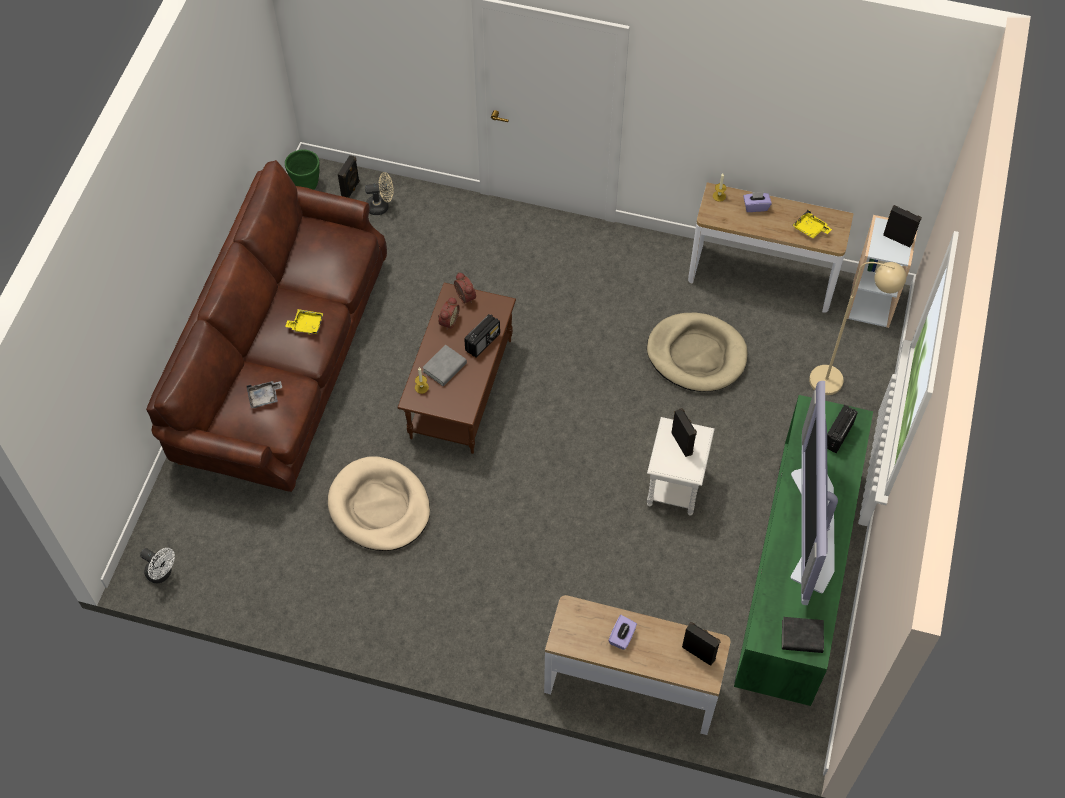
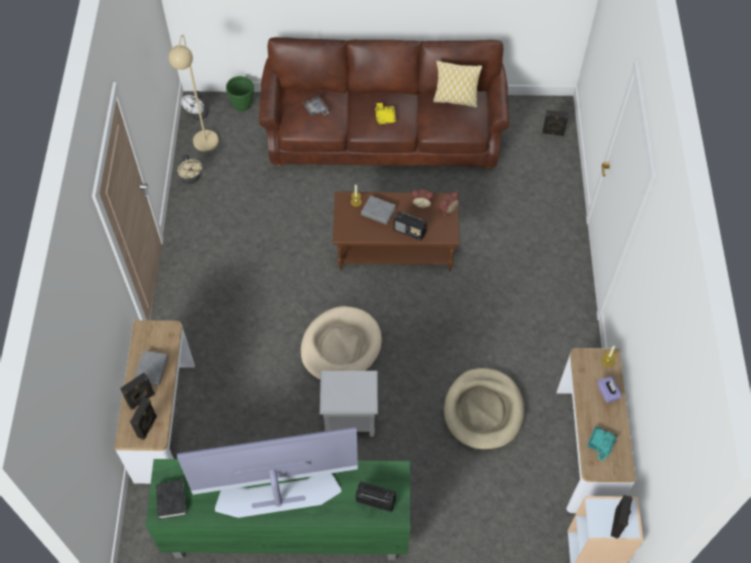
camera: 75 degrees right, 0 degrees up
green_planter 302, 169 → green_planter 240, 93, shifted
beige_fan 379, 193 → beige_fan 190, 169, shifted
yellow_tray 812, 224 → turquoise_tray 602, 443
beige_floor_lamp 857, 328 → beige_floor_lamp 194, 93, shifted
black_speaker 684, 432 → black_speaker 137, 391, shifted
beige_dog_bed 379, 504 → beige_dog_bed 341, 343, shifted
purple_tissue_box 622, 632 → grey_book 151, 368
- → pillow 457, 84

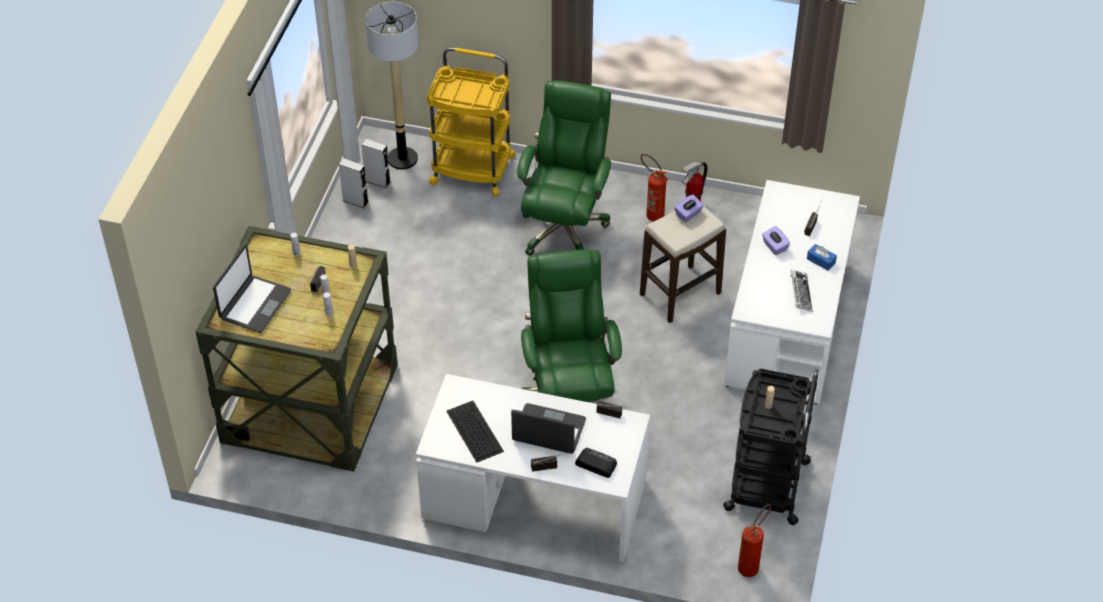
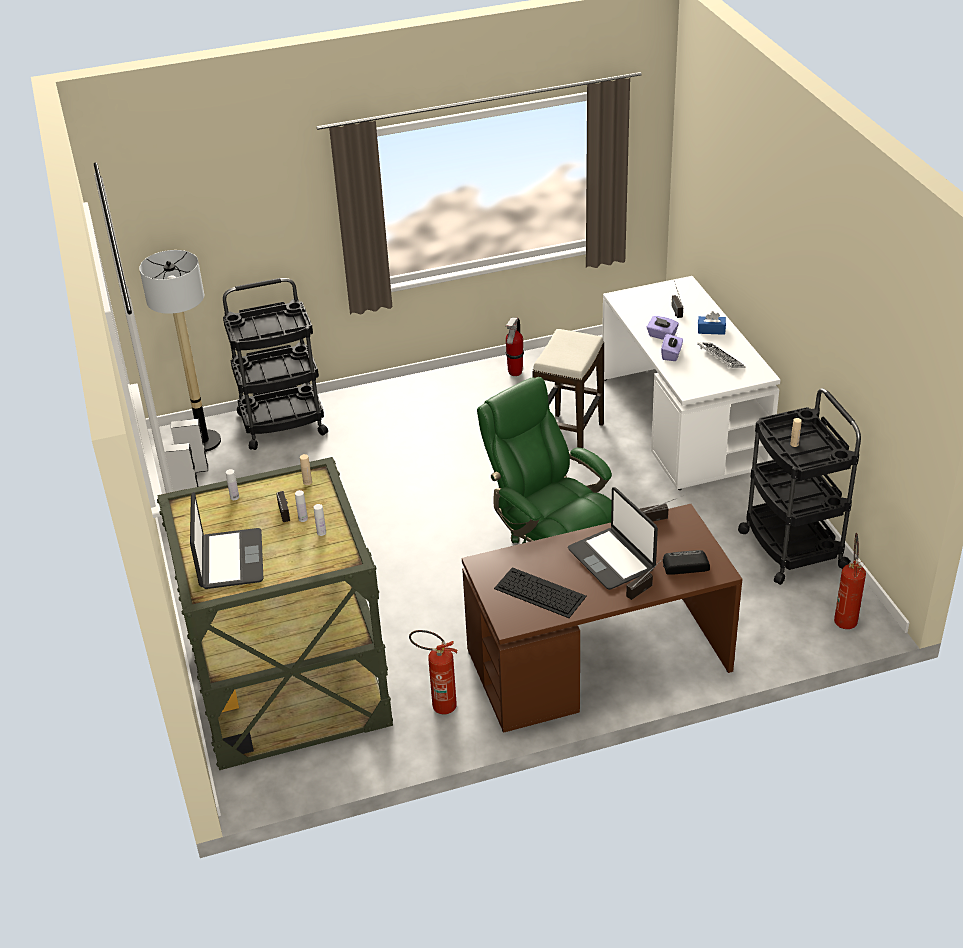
camera: 30 degrees left, 10 degrees down
yellow_cart 471, 122 → black_cart 275, 364
green_office_chair 564, 168 → -
fire_extinguisher 655, 188 → fire_extinguisher 433, 672, shifted
purple_tissue_box 689, 208 → purple_tissue_box 672, 347, shifted
white_desk 533, 468 → brown_desk 602, 618
laptop 548, 428 → laptop 613, 538, 105 degrees counterclockwise

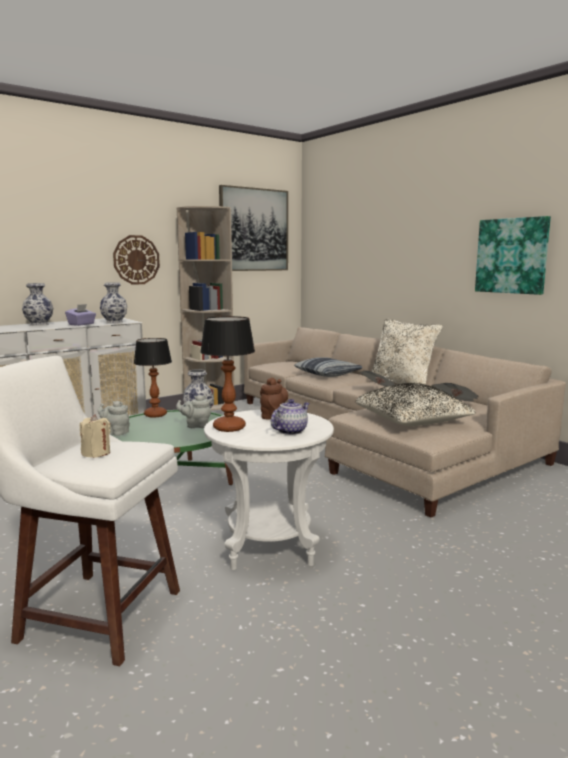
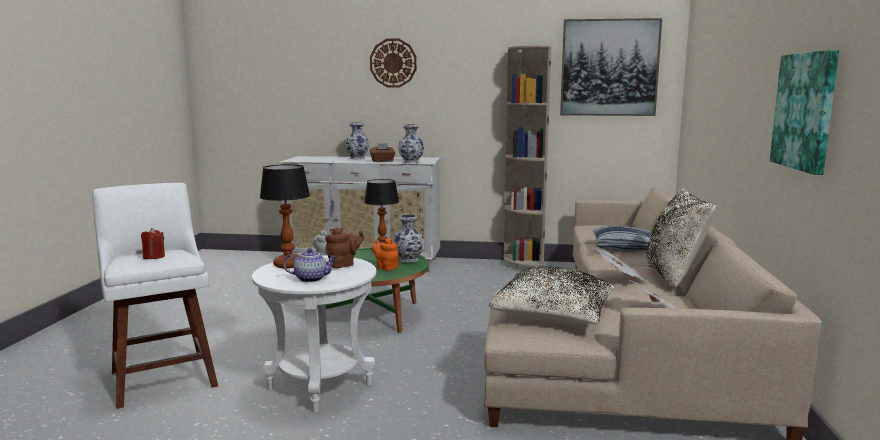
camera: 45 degrees right, 0 degrees up
wall_clock 136, 260 → wall_clock 393, 63, shifted
purple_tissue_box 80, 315 → brown_tissue_box 382, 152
grey_teapot 193, 411 → orange_teapot 385, 254
beige_candle 95, 436 → red_candle 153, 243

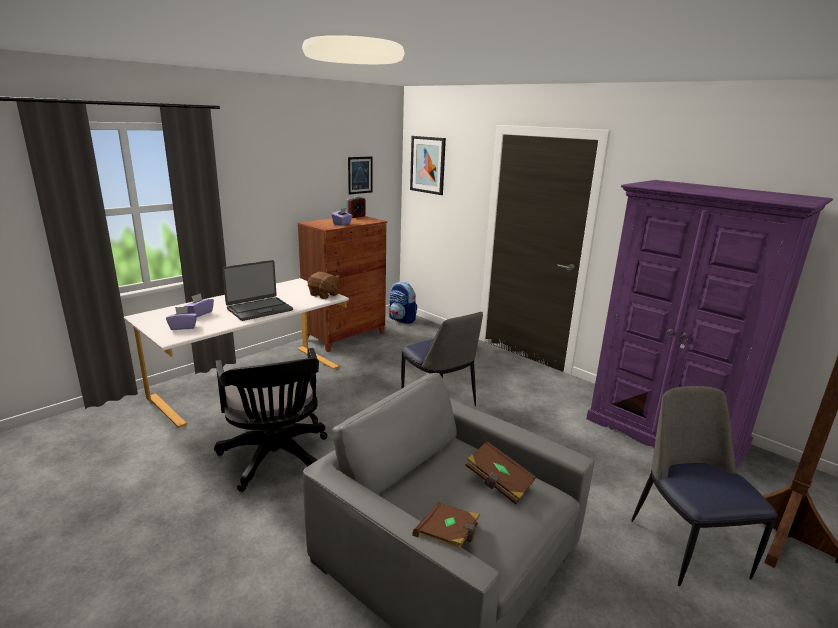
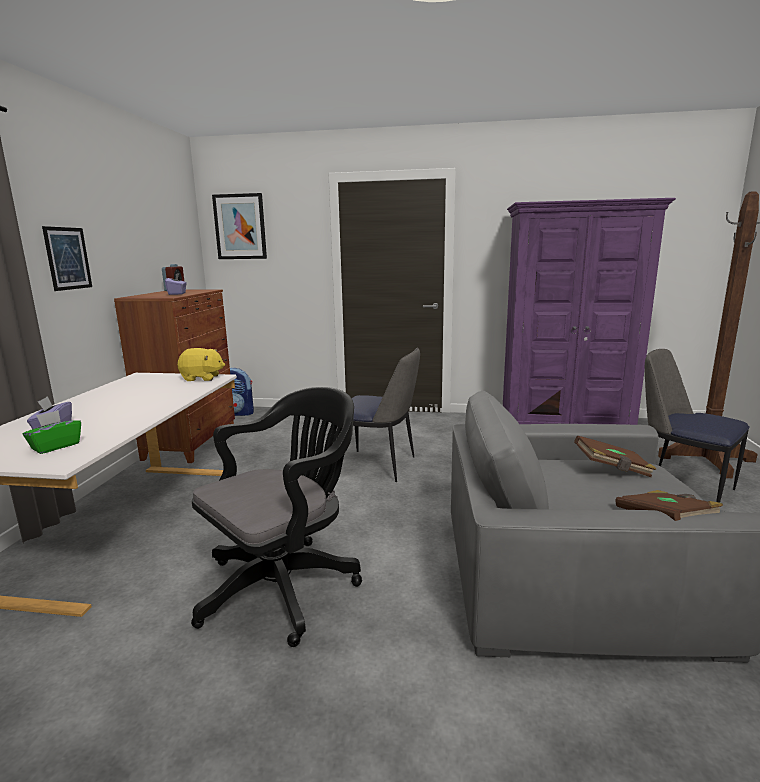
camera: 35 degrees left, 5 degrees down
picture 360, 175 → picture 67, 258, shifted
laptop 257, 290 → -
brown_plush_toy 324, 285 → yellow_plush_toy 201, 364
purple_tissue_box 181, 318 → green_tissue_box 52, 432
black_office_chair 270, 420 → black_office_chair 276, 517, 75 degrees counterclockwise

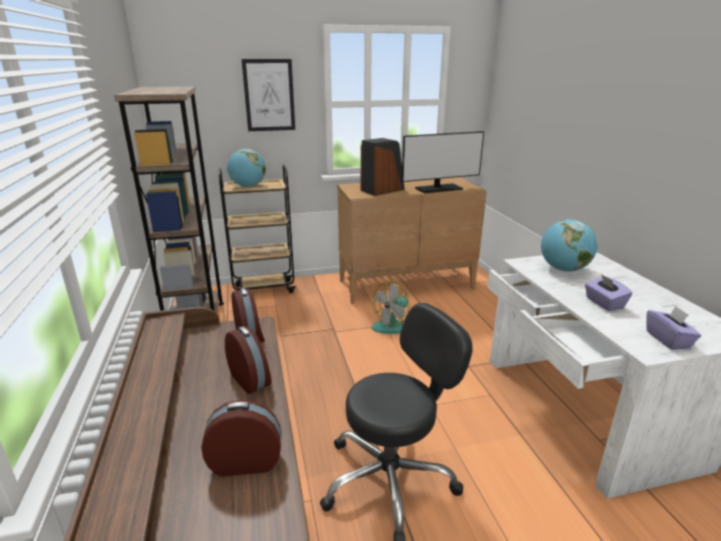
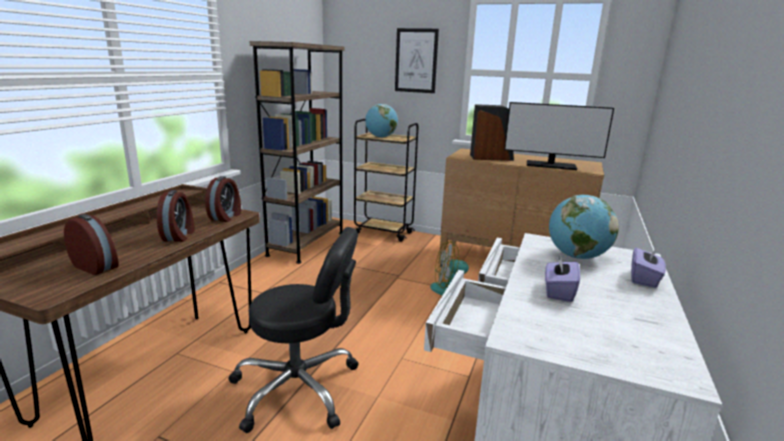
camera: 35 degrees right, 5 degrees down
purple_tissue_box 673, 328 → purple_tissue_box 648, 267, shifted

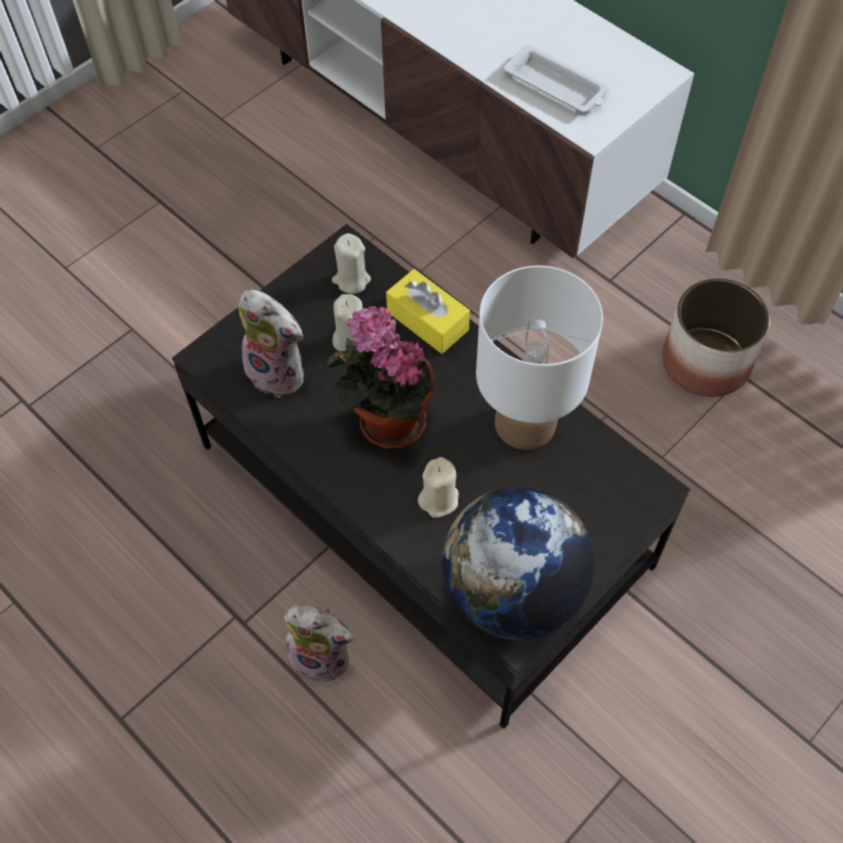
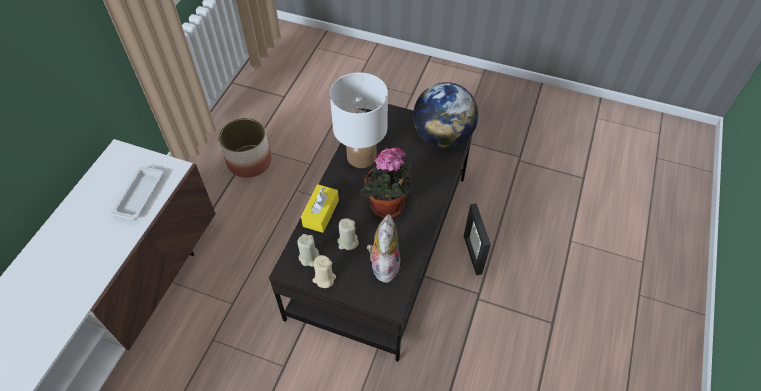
camera: 115 degrees left, 5 degrees down
beige_candle 438, 487 → beige_candle 324, 271, shifted
plush_toy 317, 643 → picture_frame 477, 239

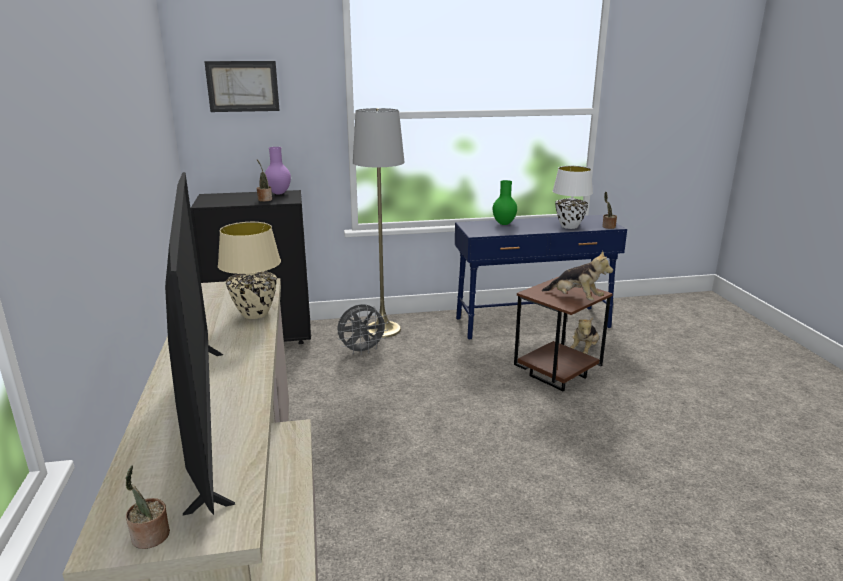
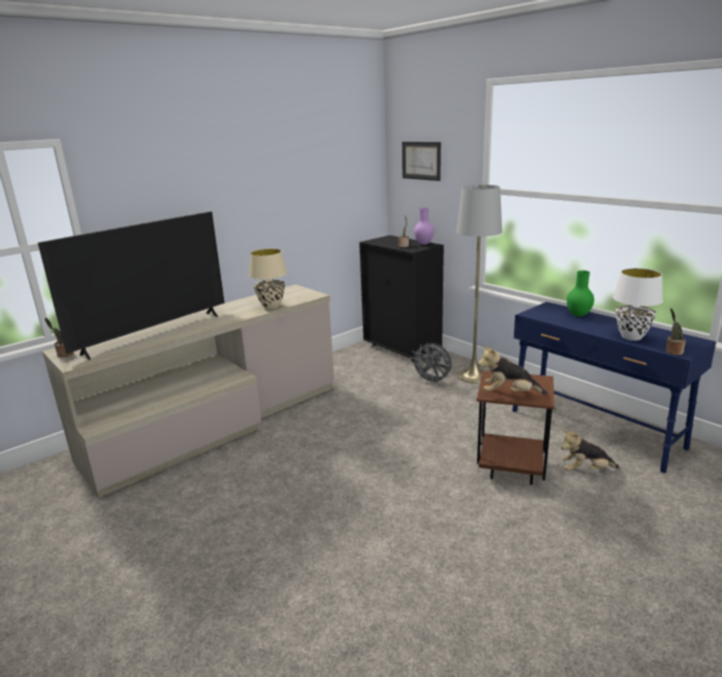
camera: 60 degrees right, 0 degrees up
plush_toy 577, 275 → plush_toy 512, 369, 90 degrees clockwise

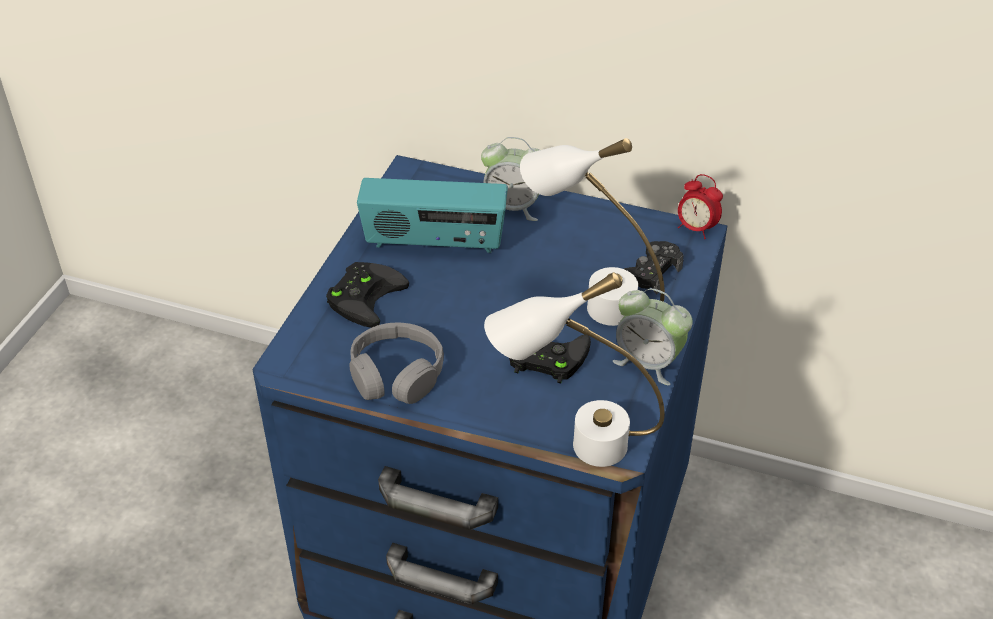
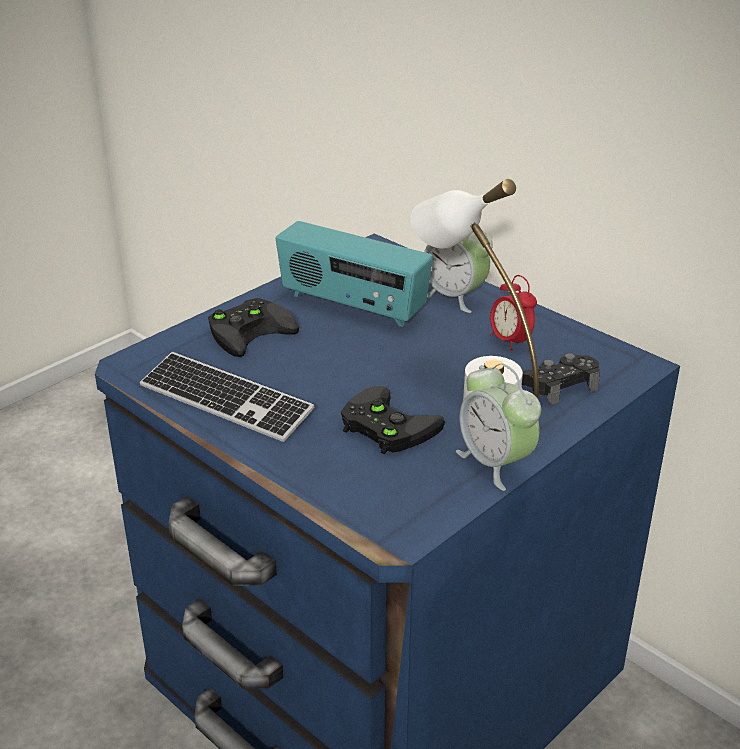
camera: 25 degrees right, 10 degrees down
alarm_clock 700, 206 → alarm_clock 513, 313, shifted
white_table_lamp 574, 369 → -
grey_headphones 396, 363 → keyboard 226, 397

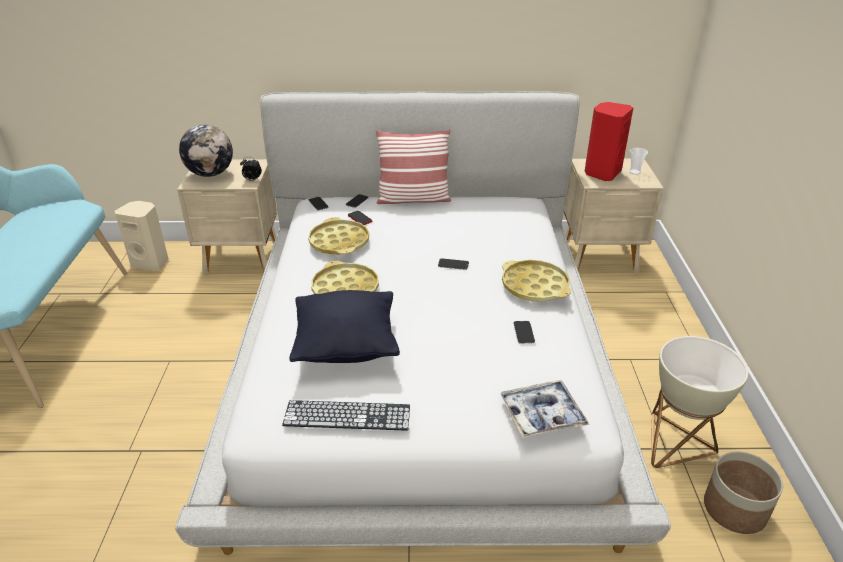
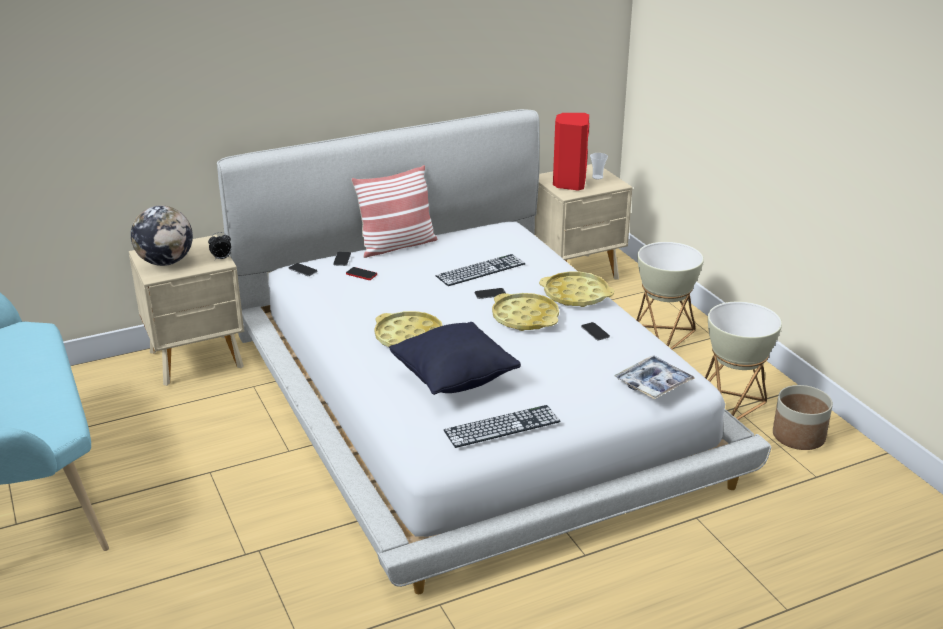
camera: 25 degrees left, 5 degrees down
beige_speaker 142, 236 → -
yellow_tray 338, 236 → yellow_tray 525, 312, shifted
- → planter 670, 295
- → keyboard 480, 270

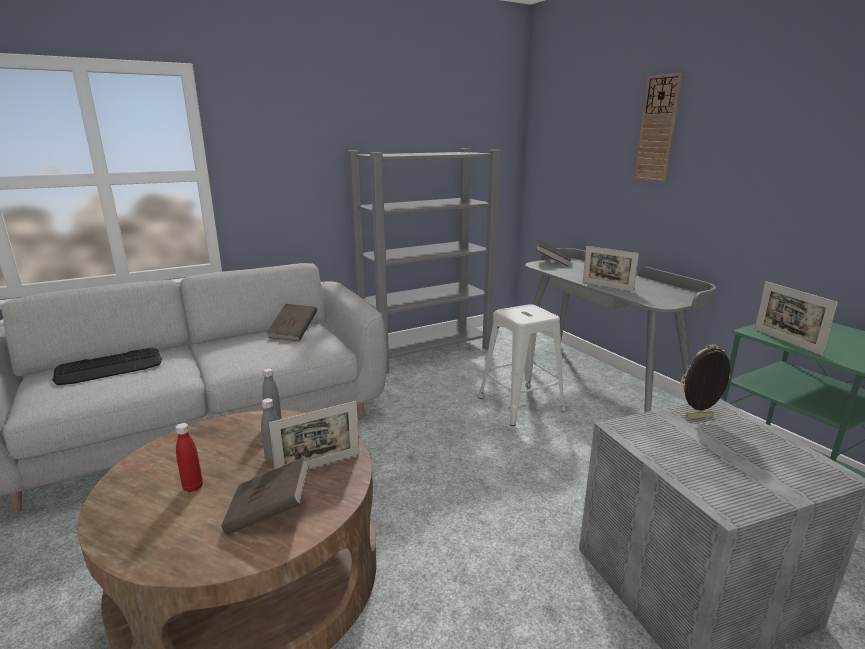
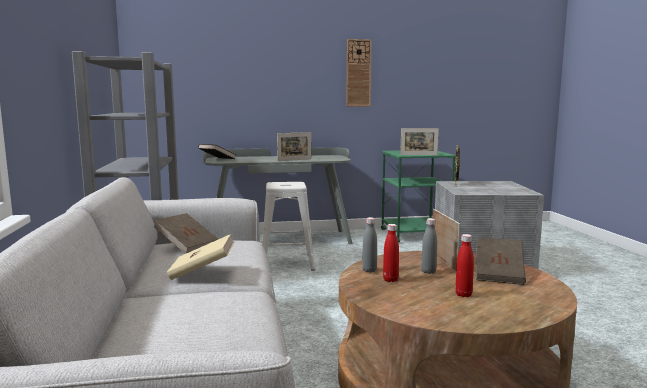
camera: 70 degrees left, 10 degrees down
wall_clock 658, 127 → wall_clock 358, 72, shifted
keyboard 107, 366 → -
- → red_bottle 391, 253
- → beige_book 200, 257

